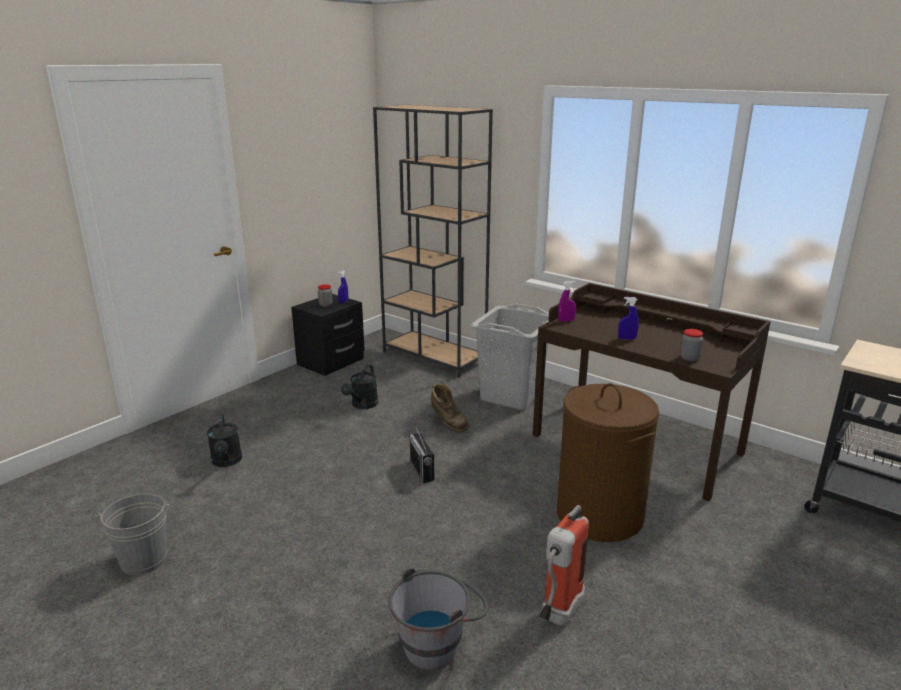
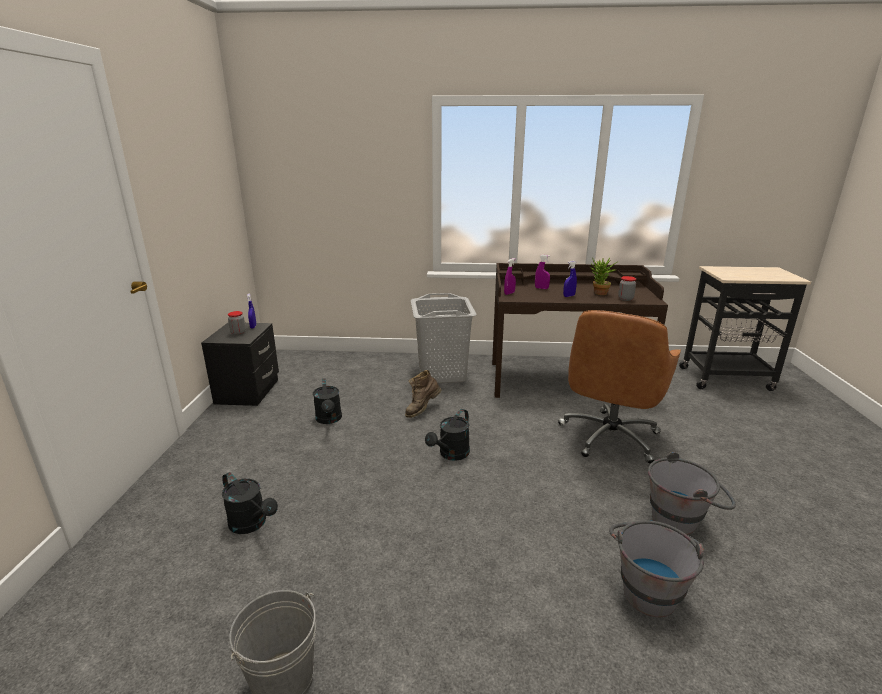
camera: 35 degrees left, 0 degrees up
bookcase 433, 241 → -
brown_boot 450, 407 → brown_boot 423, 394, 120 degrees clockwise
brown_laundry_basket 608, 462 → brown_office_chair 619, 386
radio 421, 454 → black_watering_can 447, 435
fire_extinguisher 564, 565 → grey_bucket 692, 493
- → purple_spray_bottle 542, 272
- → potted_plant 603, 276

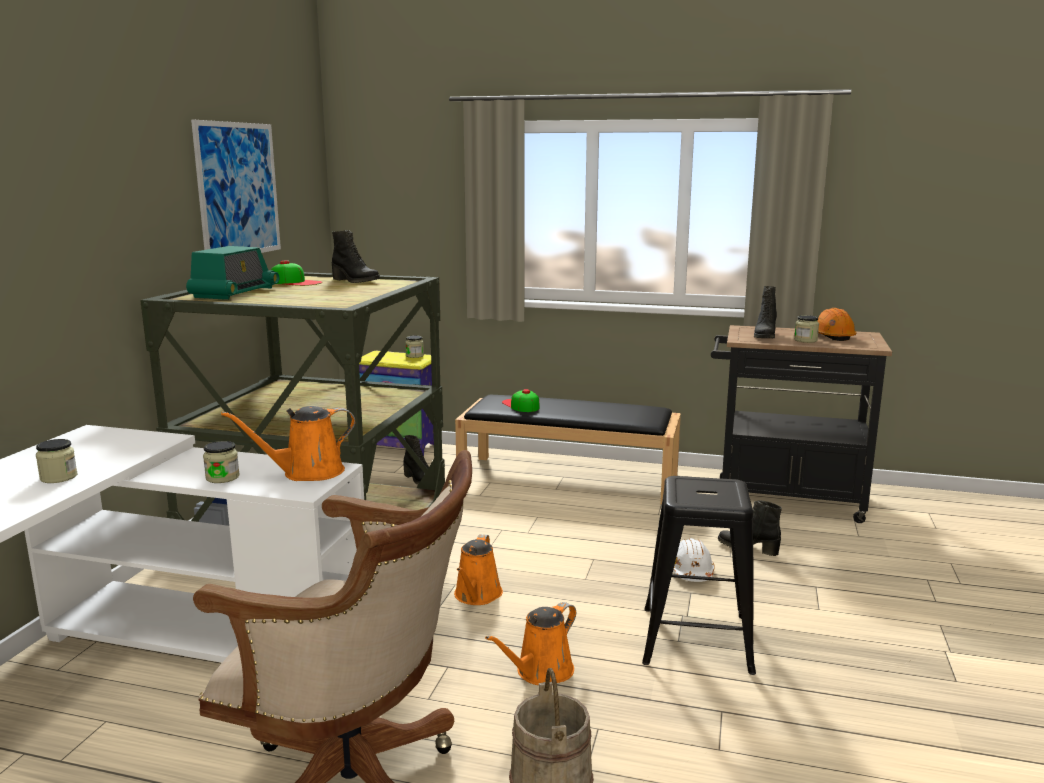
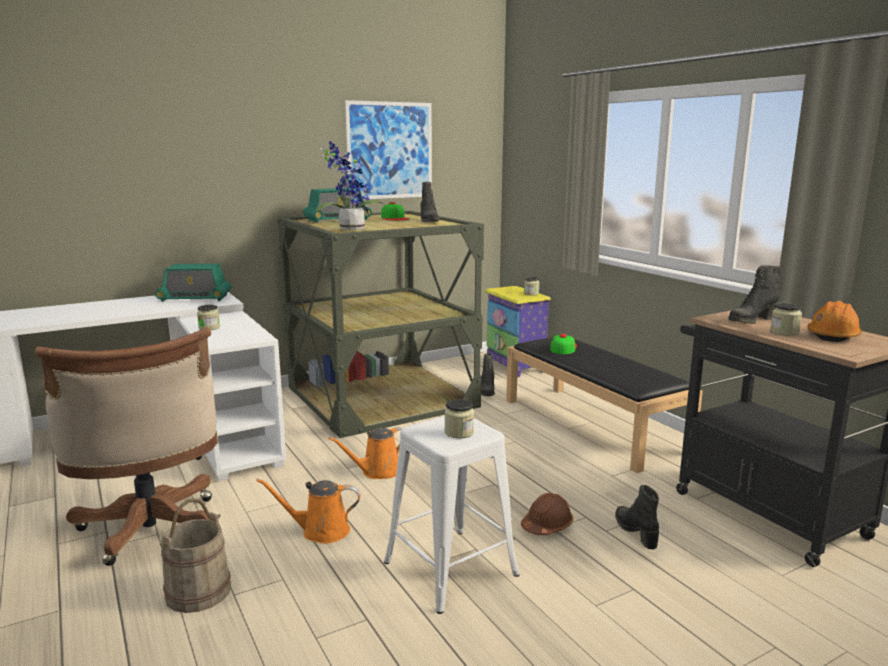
camera: 45 degrees right, 0 degrees up
orange_watering_can 288, 443 → -
jar 57, 461 → jar 459, 419, shifted
black_stool 699, 575 → white_stool 452, 515
white_hard_hat 694, 560 → brown_hard_hat 547, 514
- → potted_plant 350, 185
- → radio 193, 283

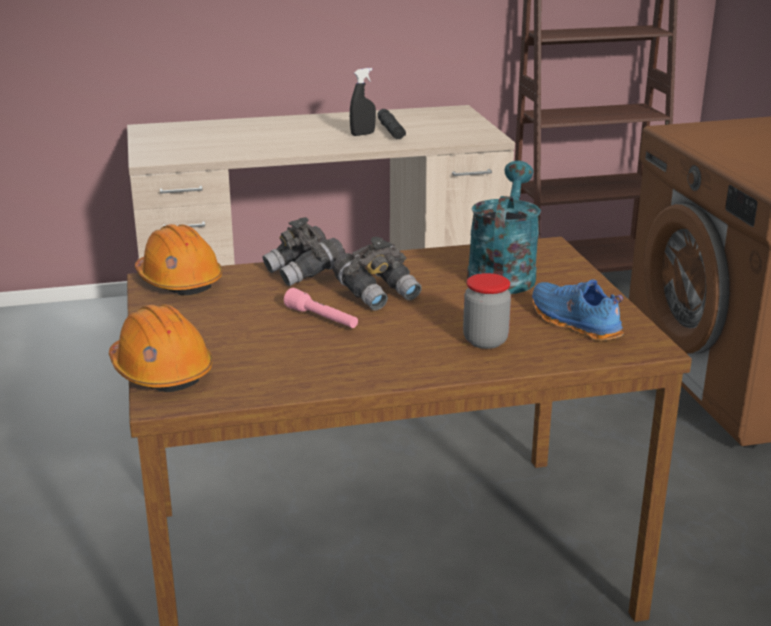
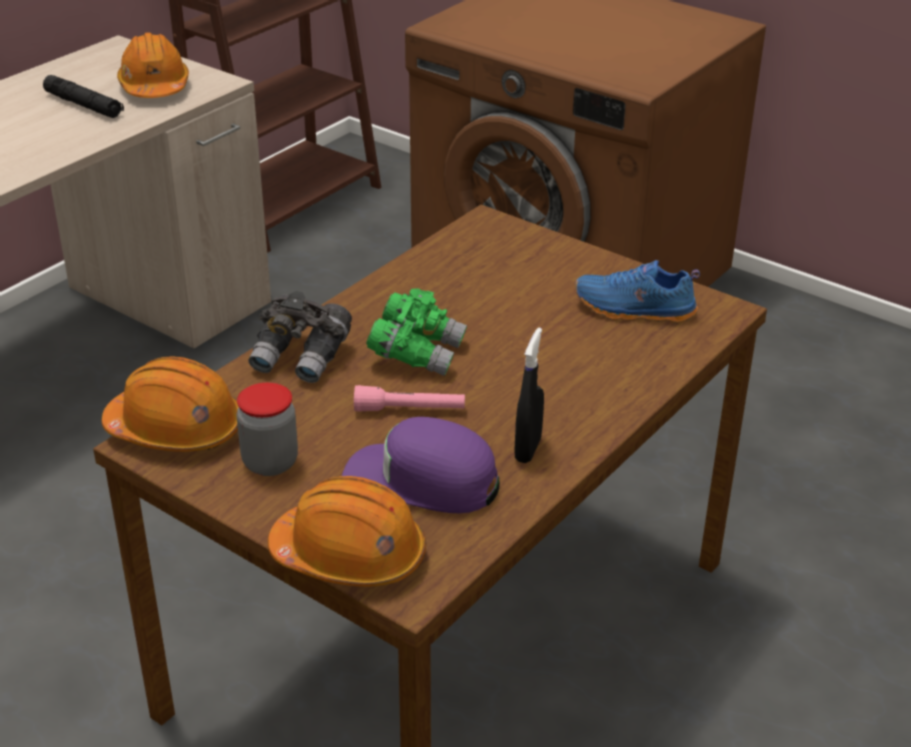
camera: 40 degrees left, 10 degrees up
black_spray_bottle 363, 102 → black_spray_bottle 529, 395, shifted
turquoise_watering_can 504, 227 → -
grey_binoculars 377, 273 → green_binoculars 416, 332
jar 487, 311 → jar 267, 429, shifted
- → orange_hard_hat 153, 65
- → purple_cap 421, 465

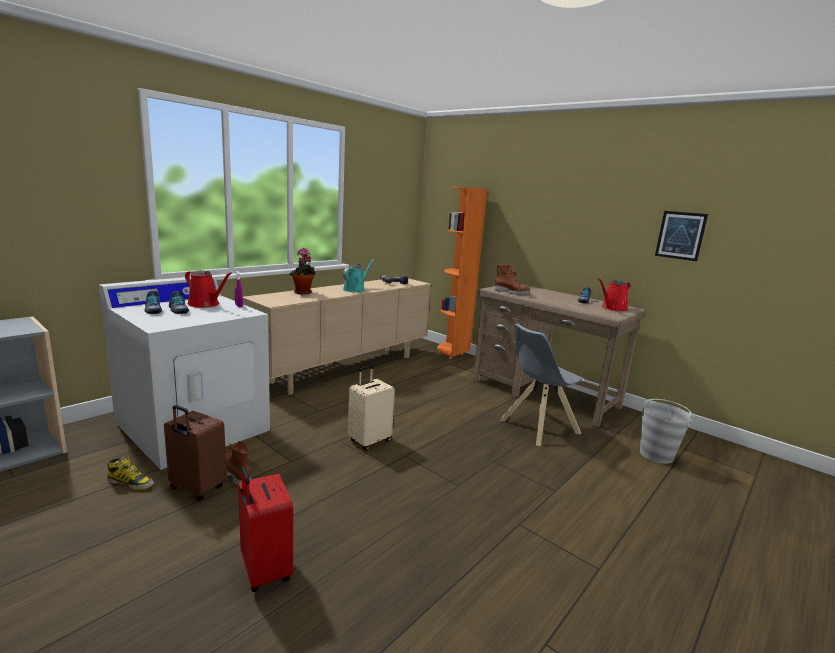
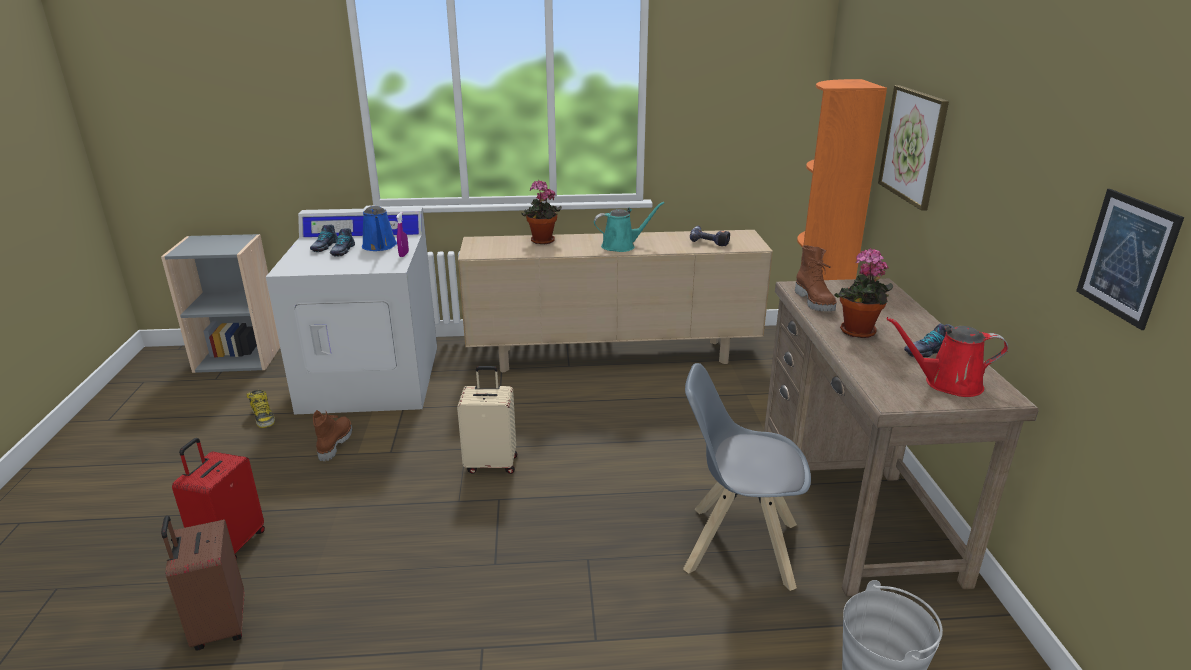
camera: 45 degrees right, 10 degrees up
red_watering_can 208, 289 → blue_watering_can 379, 228
brown_suitcase 195, 453 → brown_suitcase 202, 583, shifted
- → picture 913, 148
- → potted_plant 863, 293

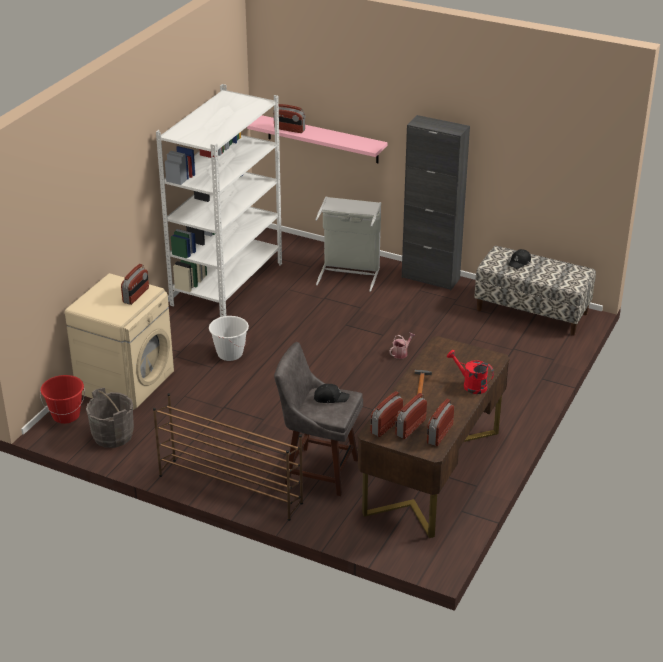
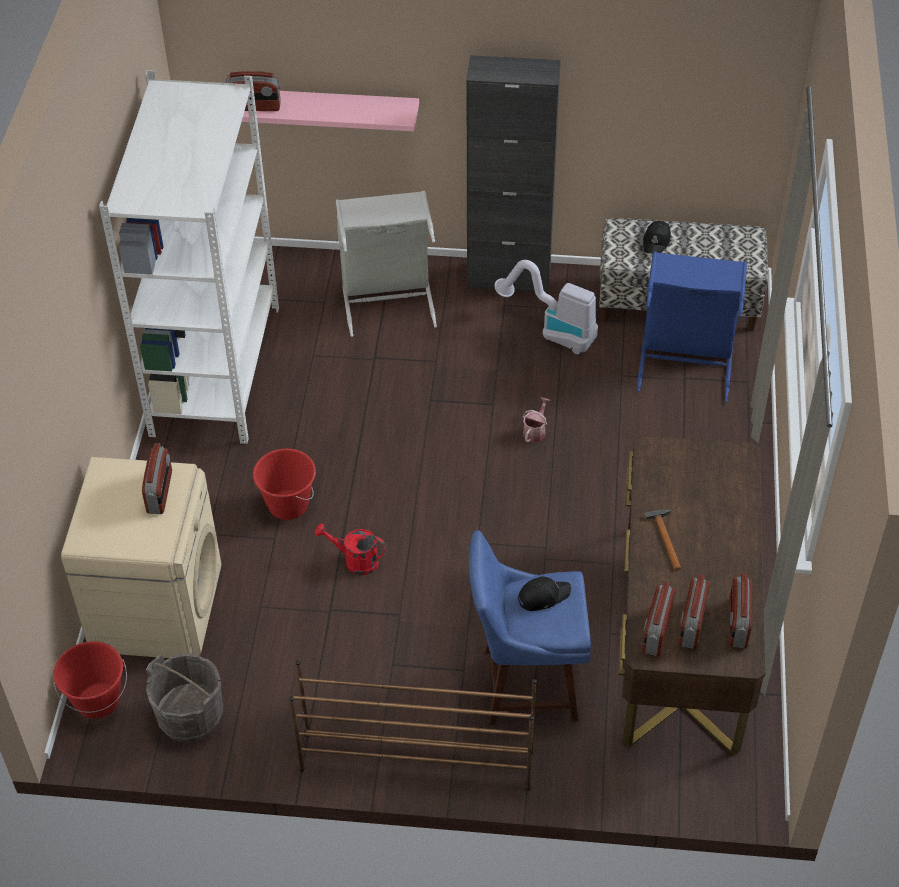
camera: 20 degrees left, 15 degrees up
white_bucket 229, 338 → red_bucket 284, 484
grey_stool 318, 419 → blue_stool 530, 627
red_watering_can 470, 372 → red_watering_can 350, 549, shifted
- → blue_laundry_basket 692, 327
- → vacuum_cleaner 546, 307

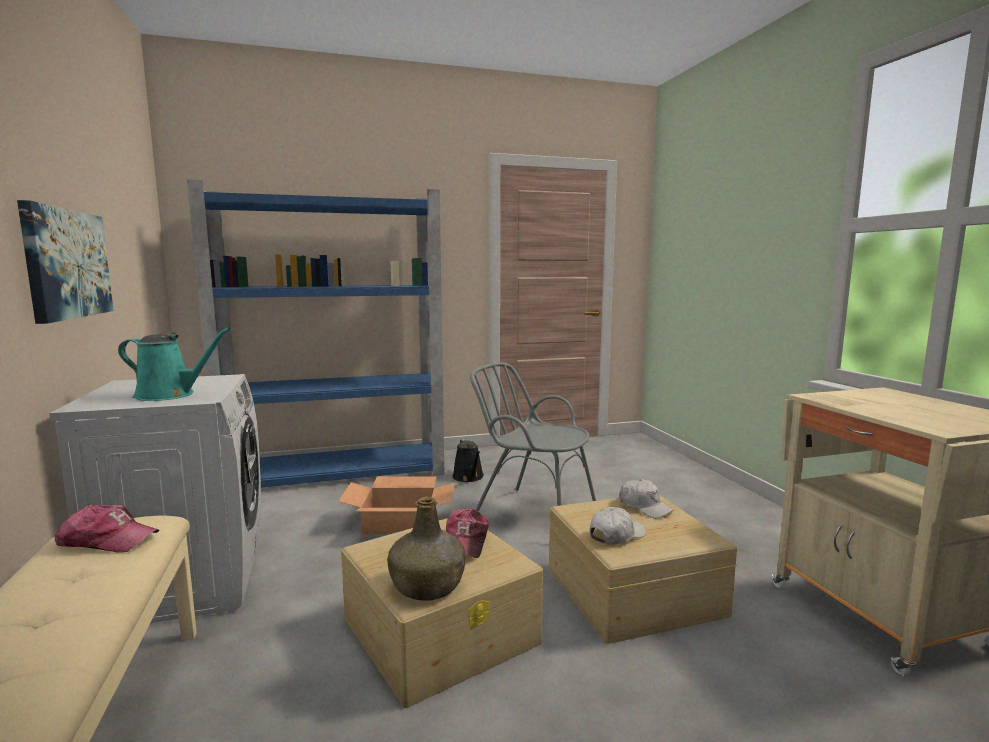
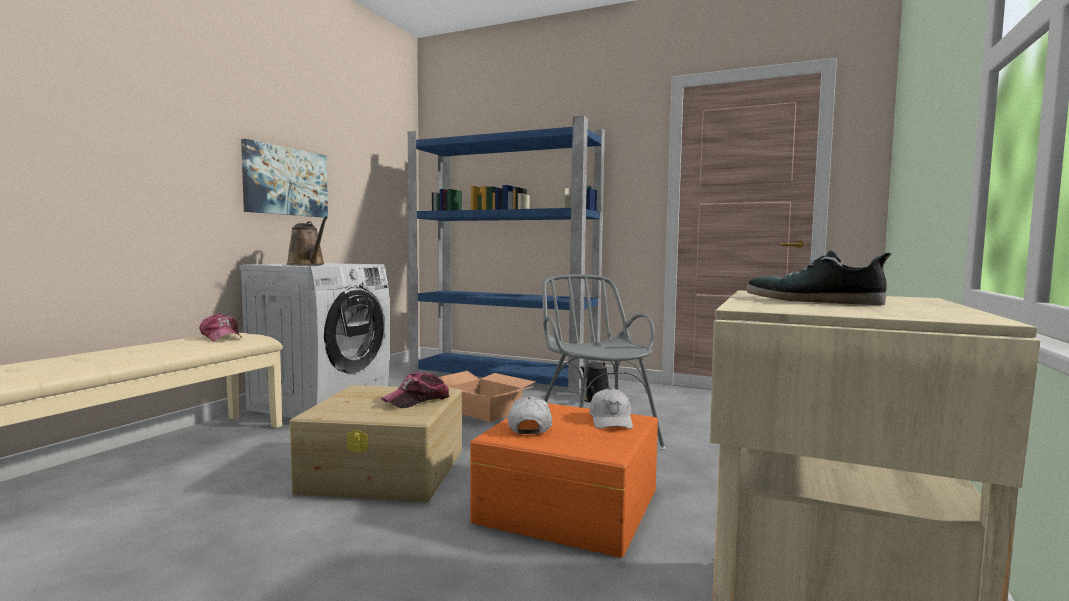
camera: 40 degrees right, 5 degrees down
turquoise_watering_can 174, 364 → brown_watering_can 307, 240
beige_storage_box 643, 570 → orange_storage_box 563, 480
green_bottle 426, 549 → -
white_cap 618, 526 → white_cap 530, 415, 90 degrees counterclockwise
- → shoe 819, 277

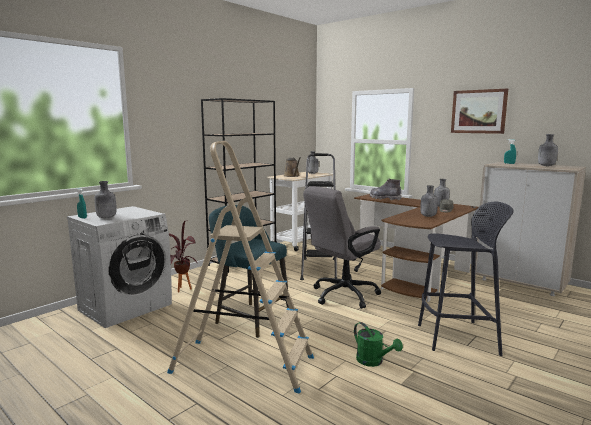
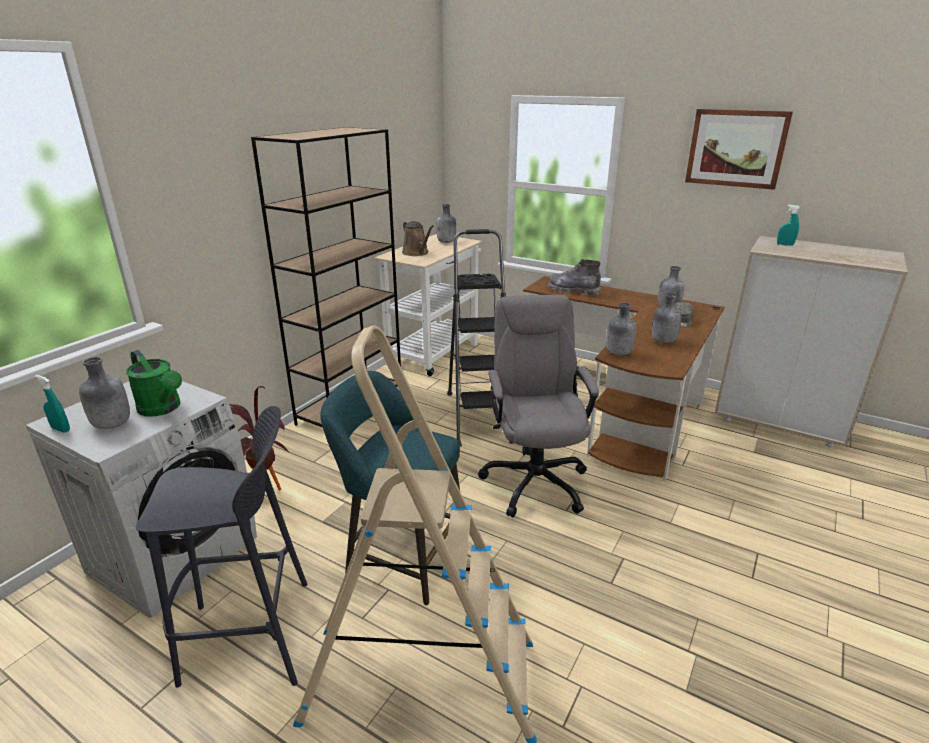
camera: 10 degrees left, 15 degrees up
grey_bottle 548, 150 → grey_bottle 621, 329, shifted
grey_office_chair 342, 247 → grey_office_chair 538, 406, 135 degrees clockwise
grey_stool 466, 279 → grey_stool 221, 547, shifted
green_watering_can 378, 344 → green_watering_can 154, 383, shifted

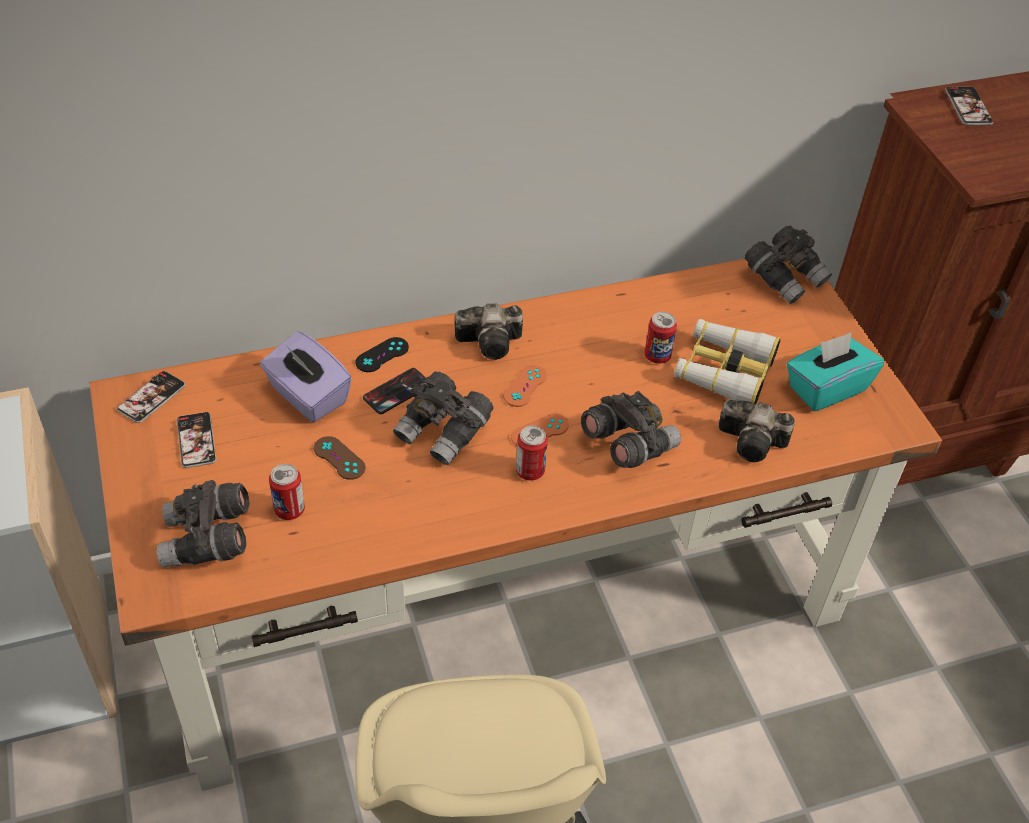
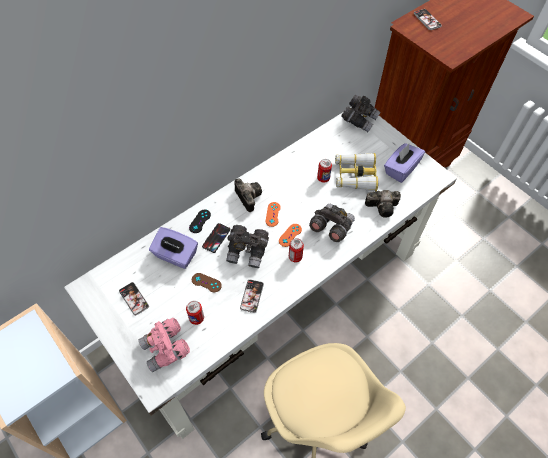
camera: 20 degrees left, 10 degrees up
orange_desk 515, 525 → white_desk 260, 273
photo_camera 489, 331 → photo_camera 248, 195, 90 degrees counterclockwise
turquoise_tissue_box 835, 371 → purple_tissue_box 404, 163
phone 151, 397 → phone 252, 296, shifted
grey_binoculars 203, 524 → pink_binoculars 164, 345

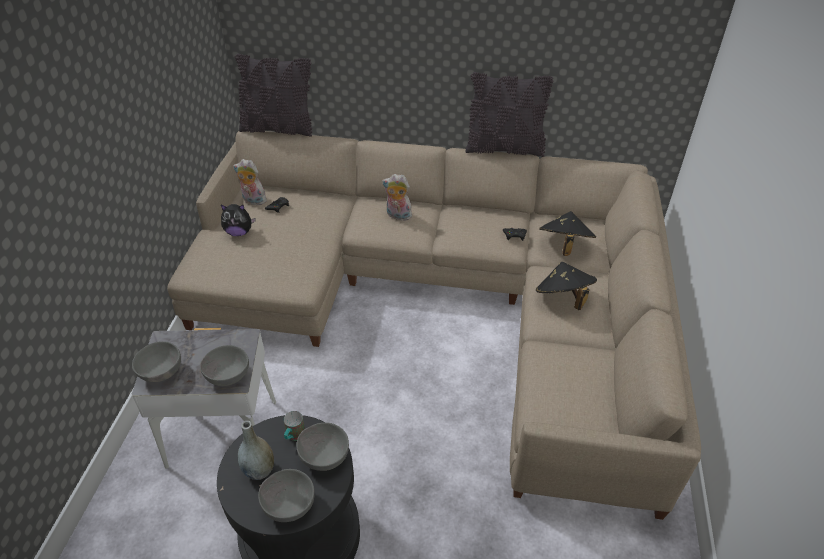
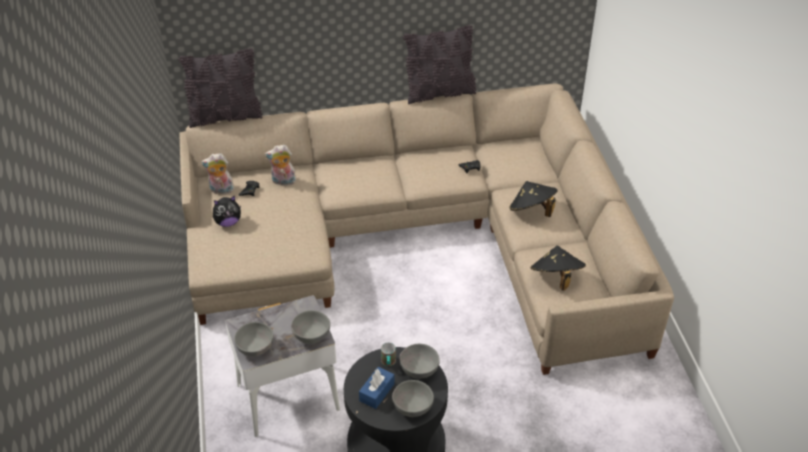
camera: 20 degrees left, 0 degrees up
plush_toy 397, 197 → plush_toy 280, 165, shifted
black_hat 567, 233 → black_hat 558, 268, shifted
grey_vase 256, 450 → blue_tissue_box 377, 388

